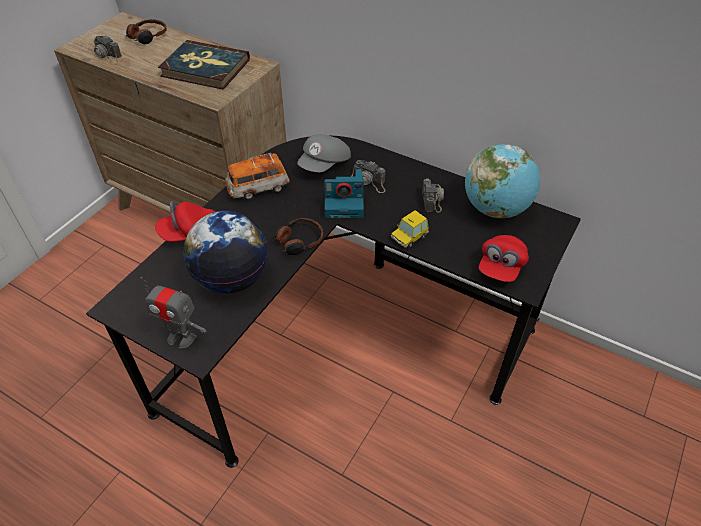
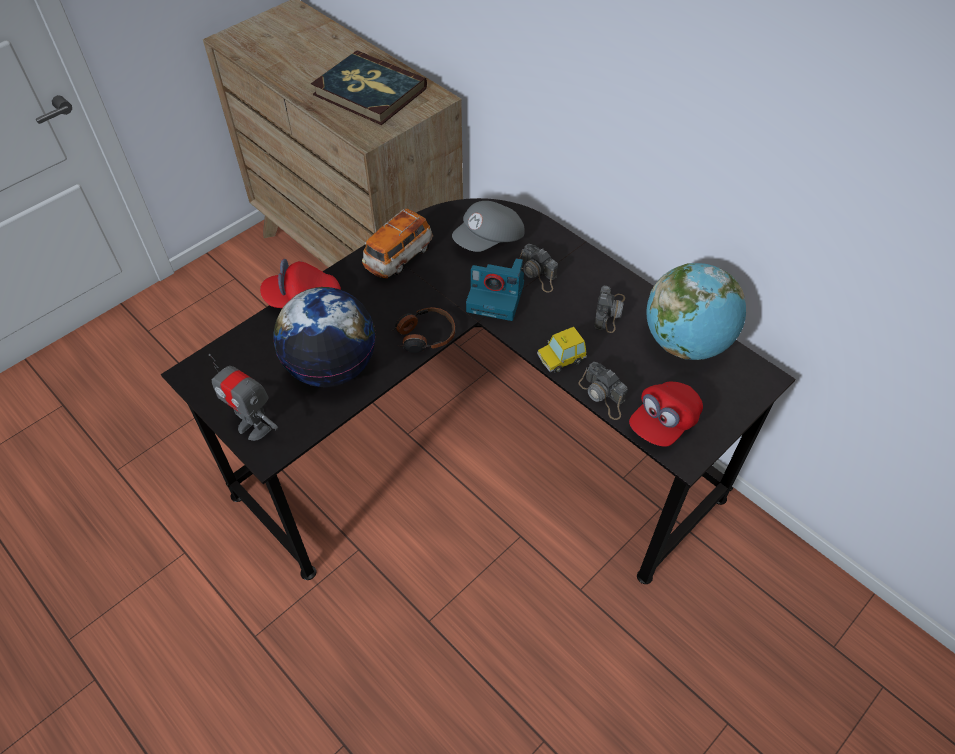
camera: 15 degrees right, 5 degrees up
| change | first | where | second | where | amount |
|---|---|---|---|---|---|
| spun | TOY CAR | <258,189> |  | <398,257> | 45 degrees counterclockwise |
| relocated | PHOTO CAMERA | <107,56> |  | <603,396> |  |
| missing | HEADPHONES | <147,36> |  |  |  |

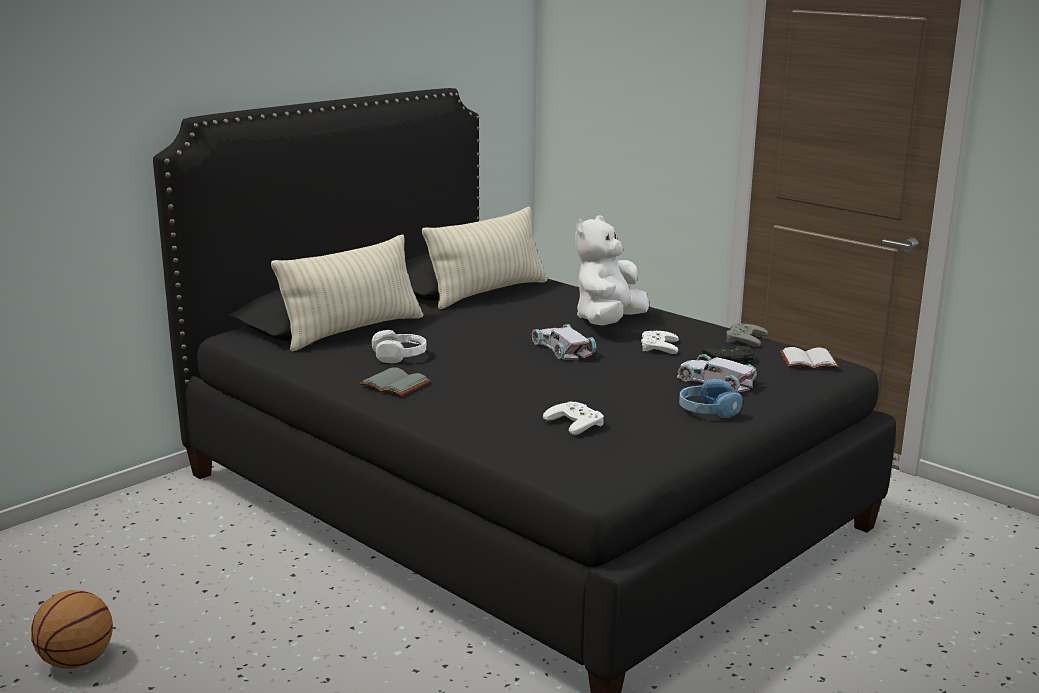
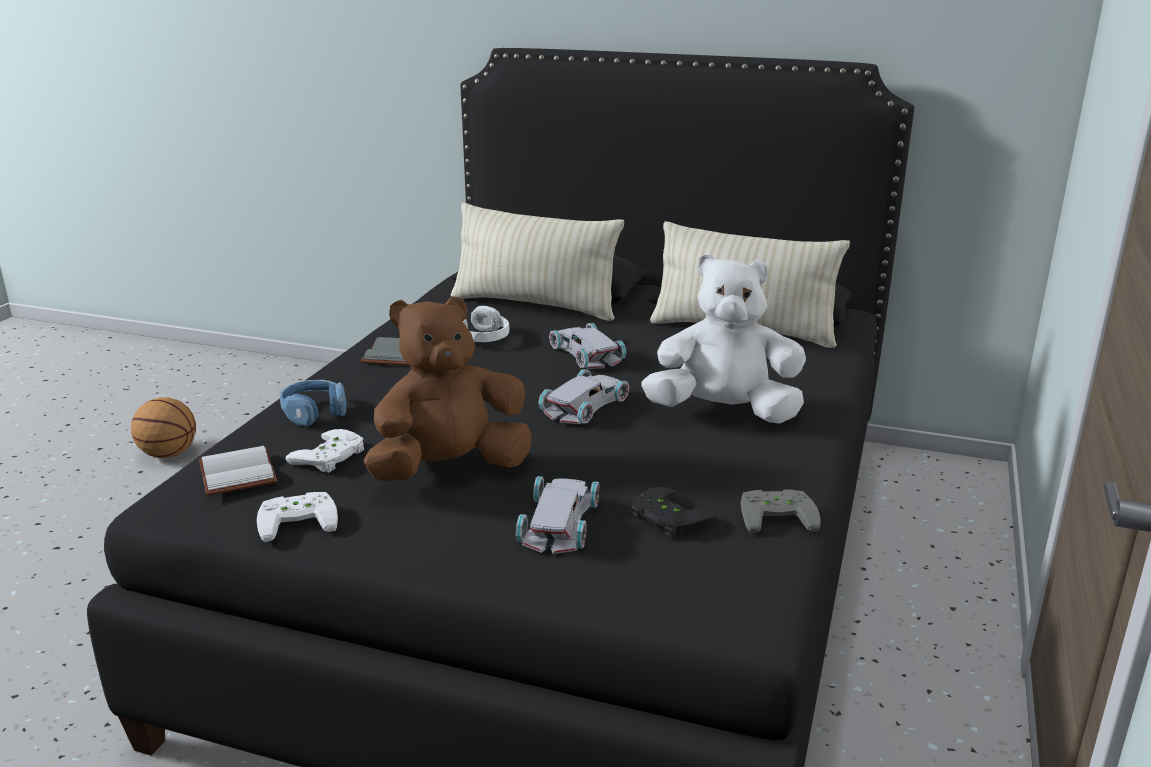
camera: 65 degrees right, 5 degrees up
| change | first | where | second | where | amount |
|---|---|---|---|---|---|
| relocated | WHITE BOOK | <808,362> |  | <235,473> |  |
| relocated | WHITE GAME CONTROLLER | <656,346> |  | <298,519> |  |
| relocated | BLUE HEADPHONES | <708,410> |  | <314,412> |  |
| appeared |  |  | BROWN PLUSH TOY | <449,469> |  |
| appeared |  |  | WHITE TOY CAR | <587,353> |  |

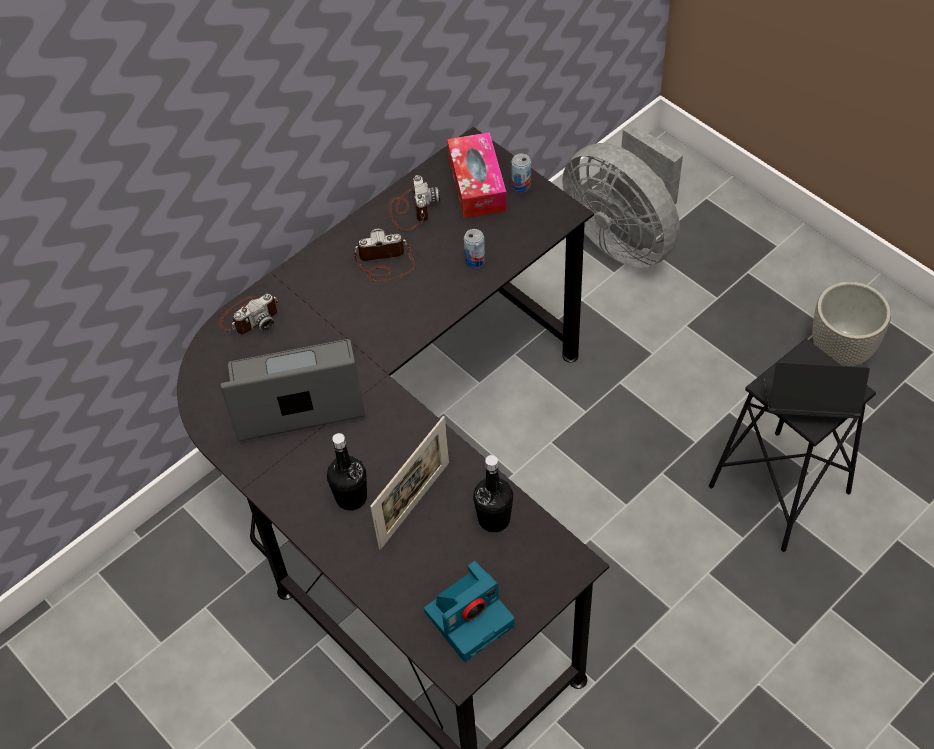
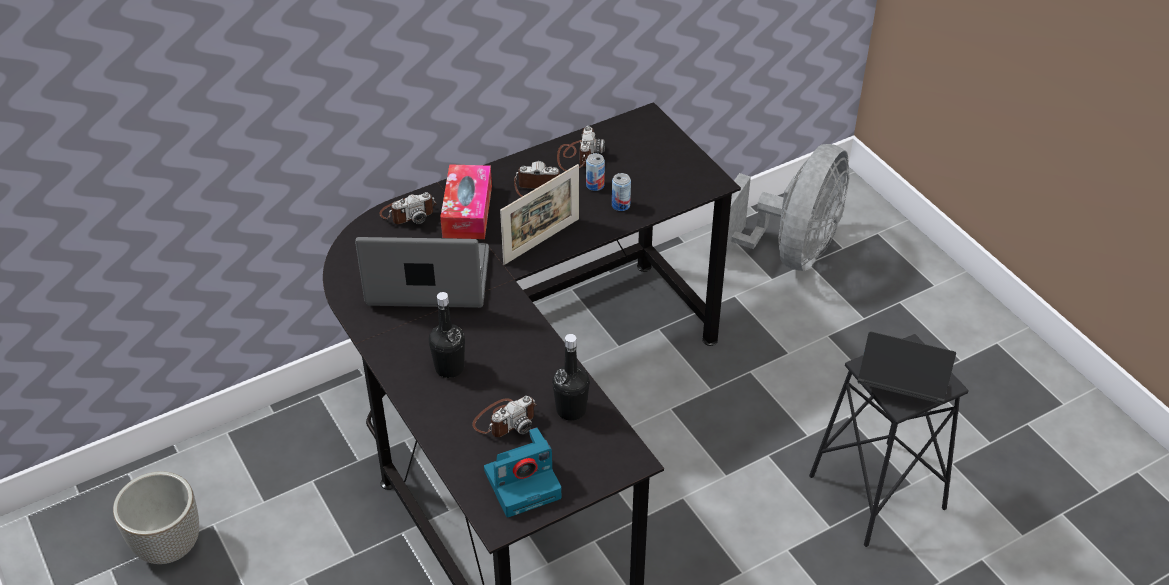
camera: 10 degrees right, 10 degrees down
| change | first | where | second | where | amount |
|---|---|---|---|---|---|
| relocated | PLANTER | <841,351> |  | <169,547> |  |
| relocated | TISSUE BOX | <477,184> |  | <467,211> |  |
| appeared |  |  | PHOTO CAMERA | <505,420> |  |
| relocated | PICTURE FRAME | <414,505> |  | <541,241> |  |
| relocated | CAN | <521,185> |  | <595,185> |  |
| spun | GREY FAN | <624,238> |  | <789,252> | 120 degrees counterclockwise |

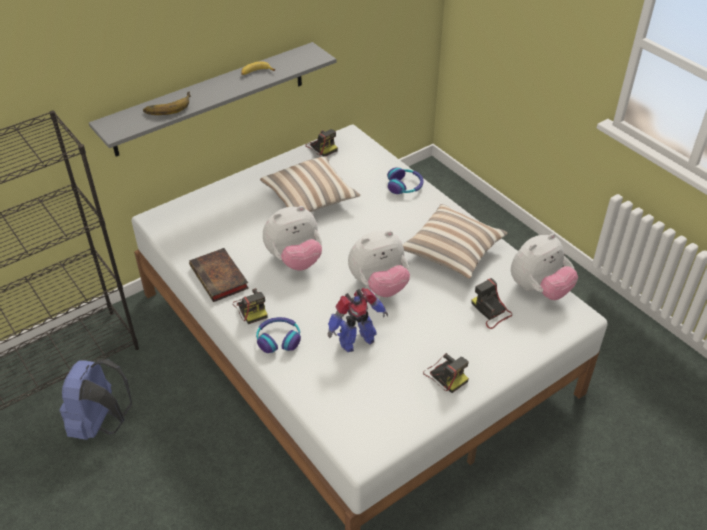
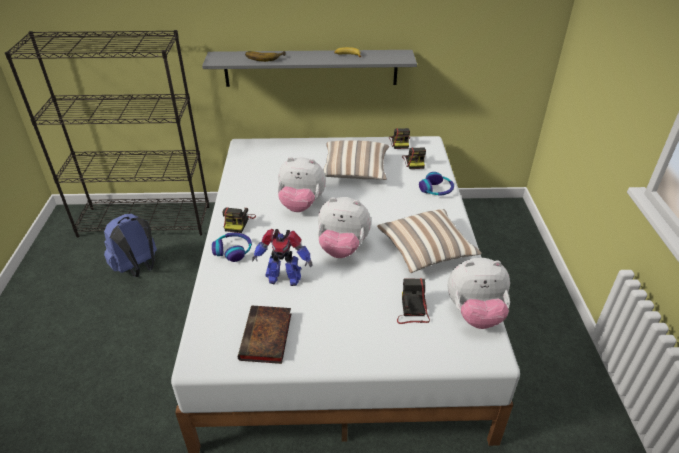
camera: 35 degrees right, 5 degrees down
| change | first | where | second | where | amount |
|---|---|---|---|---|---|
| relocated | BOOK | <220,278> |  | <266,338> |  |
| relocated | PHOTO CAMERA | <445,375> |  | <414,161> |  |

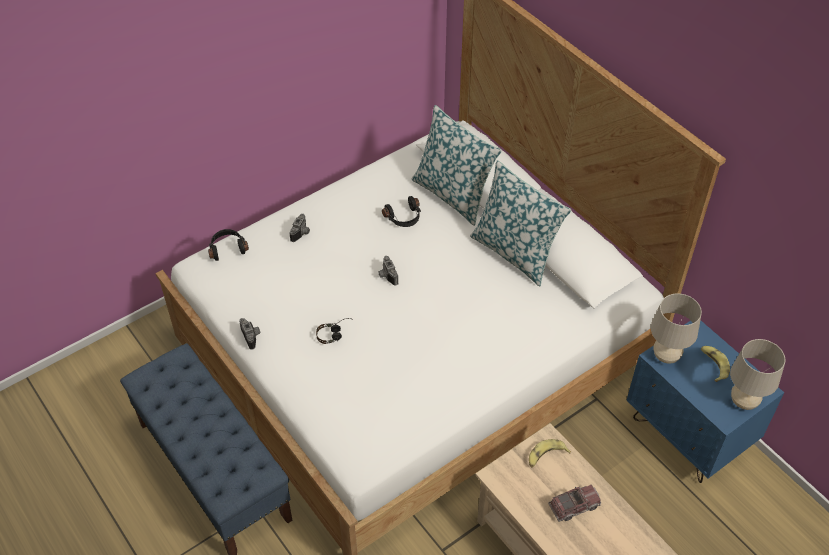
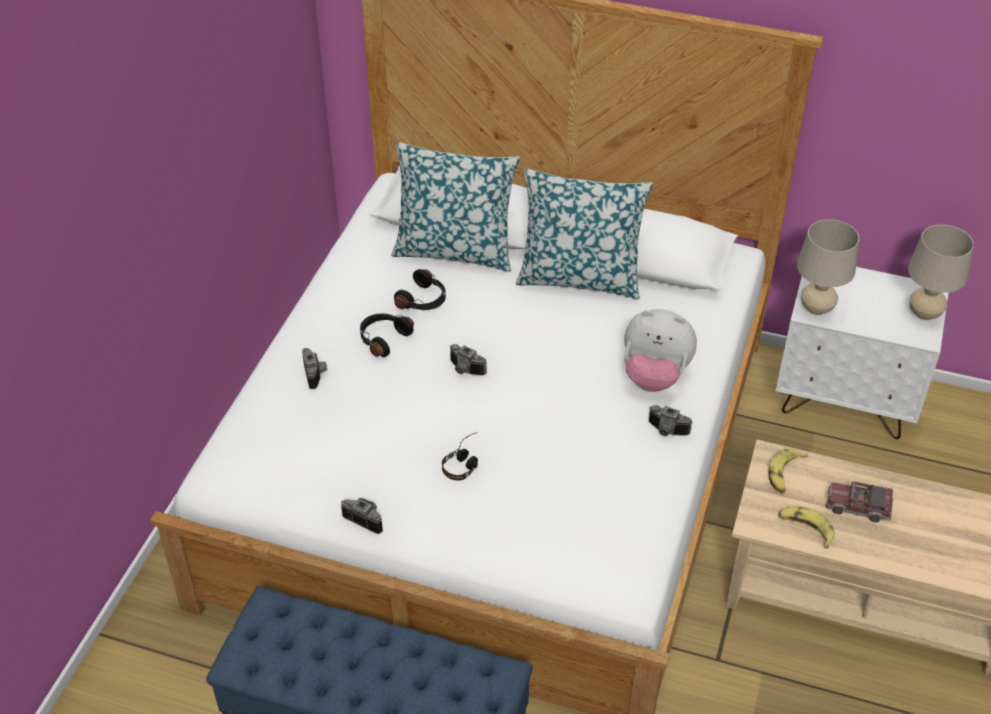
camera: 35 degrees left, 5 degrees down
| change | first | where | second | where | amount |
|---|---|---|---|---|---|
| relocated | BLACK HEADPHONES | <227,248> |  | <383,339> |  |
| appeared |  |  | PLUSH TOY | <654,376> |  |
| appeared |  |  | PHOTO CAMERA | <666,431> |  |
| colour | BLUE NIGHTSTAND | <688,435> | WHITE NIGHTSTAND | <845,400> |  |
| relocated | BANANA | <713,365> |  | <805,528> |  |
| spun | TOY TRUCK | <574,506> |  | <858,507> | 105 degrees counterclockwise |

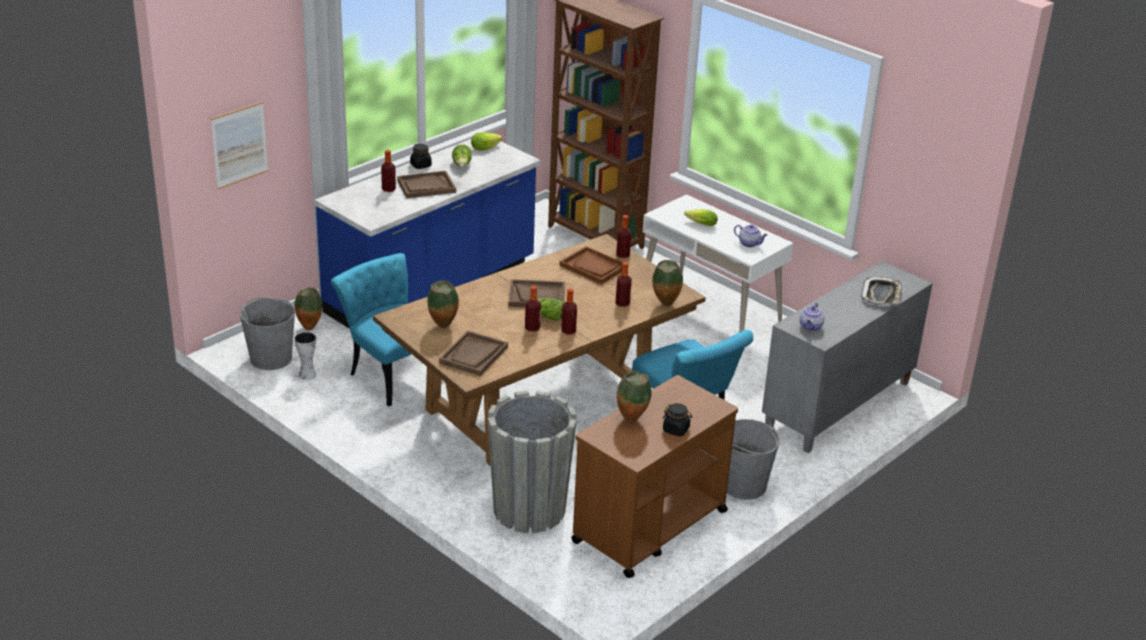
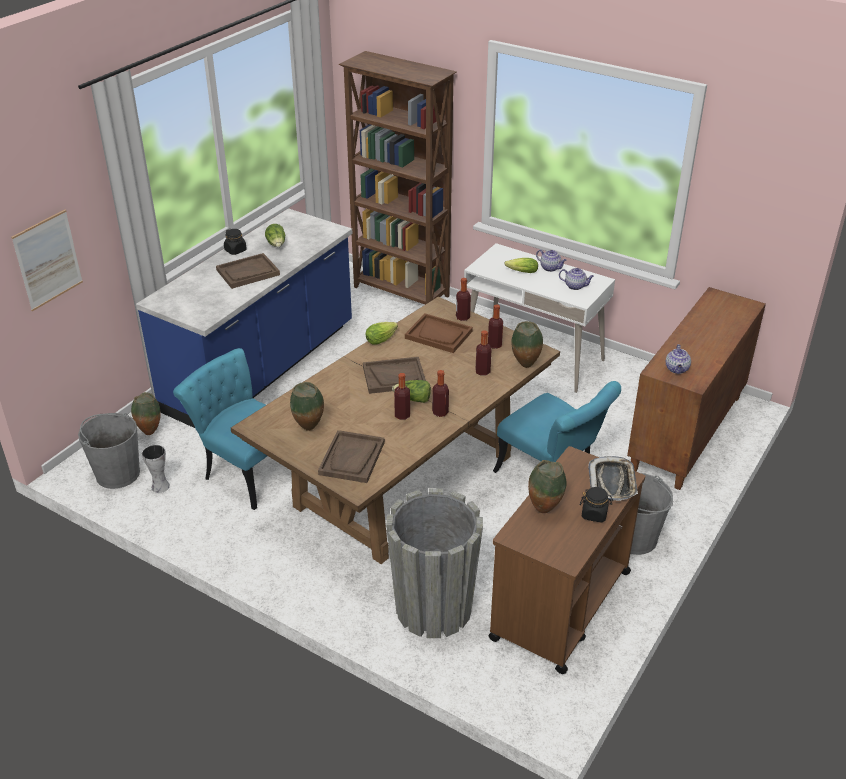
camera: 10 degrees left, 5 degrees up
| change | first | where | second | where | amount |
|---|---|---|---|---|---|
| relocated | LETTUCE | <487,147> |  | <382,339> |  |
| relocated | BOTTLE | <388,189> |  | <494,345> |  |
| appeared |  |  | TEAPOT | <550,268> |  |
| relocated | TRAY | <881,295> |  | <612,482> |  |
| colour | GREY CABINET | <838,406> | BROWN CABINET | <687,434> |  |

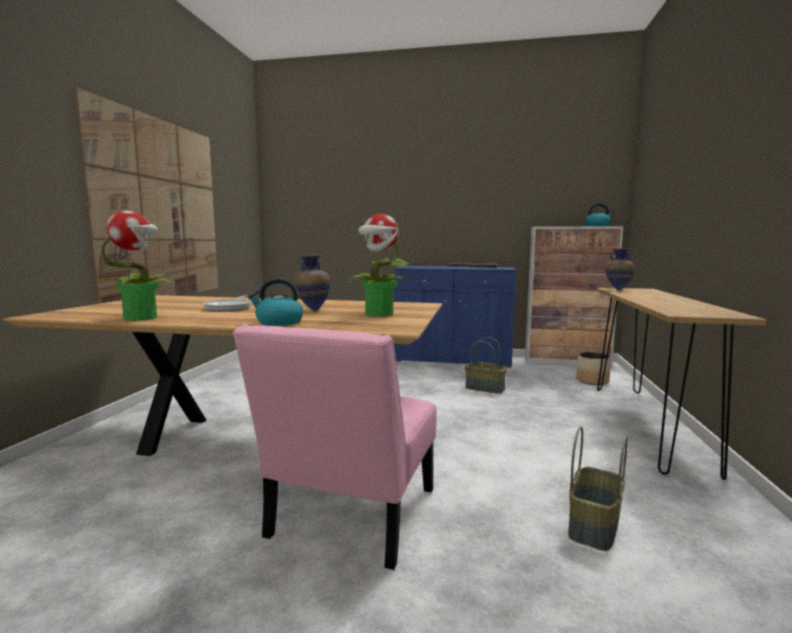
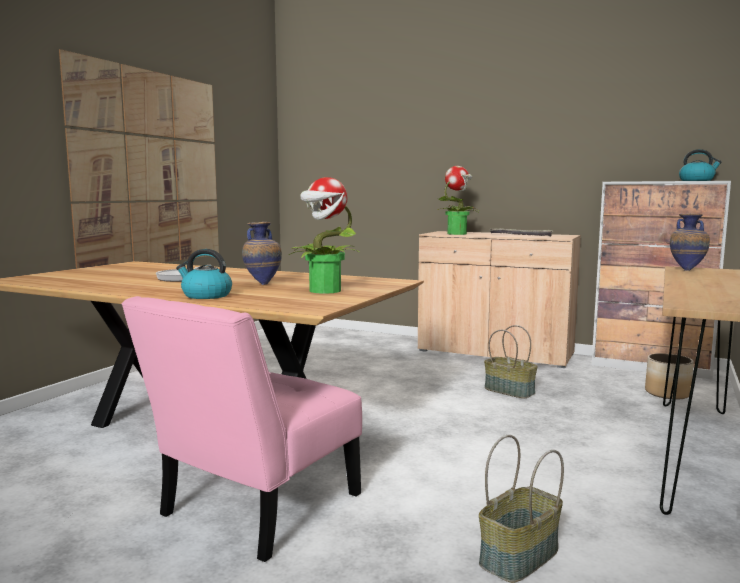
camera: 15 degrees right, 0 degrees up
| change | first | where | second | where | amount |
|---|---|---|---|---|---|
| colour | BLUE CABINET | <452,359> | BEIGE CABINET | <495,353> |  |
| relocated | POTTED PLANT | <141,318> |  | <457,234> |  |

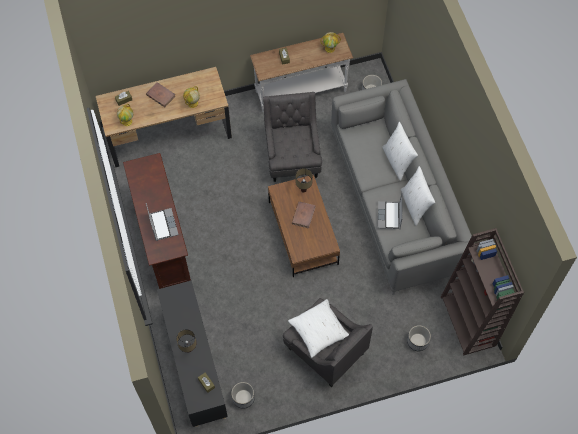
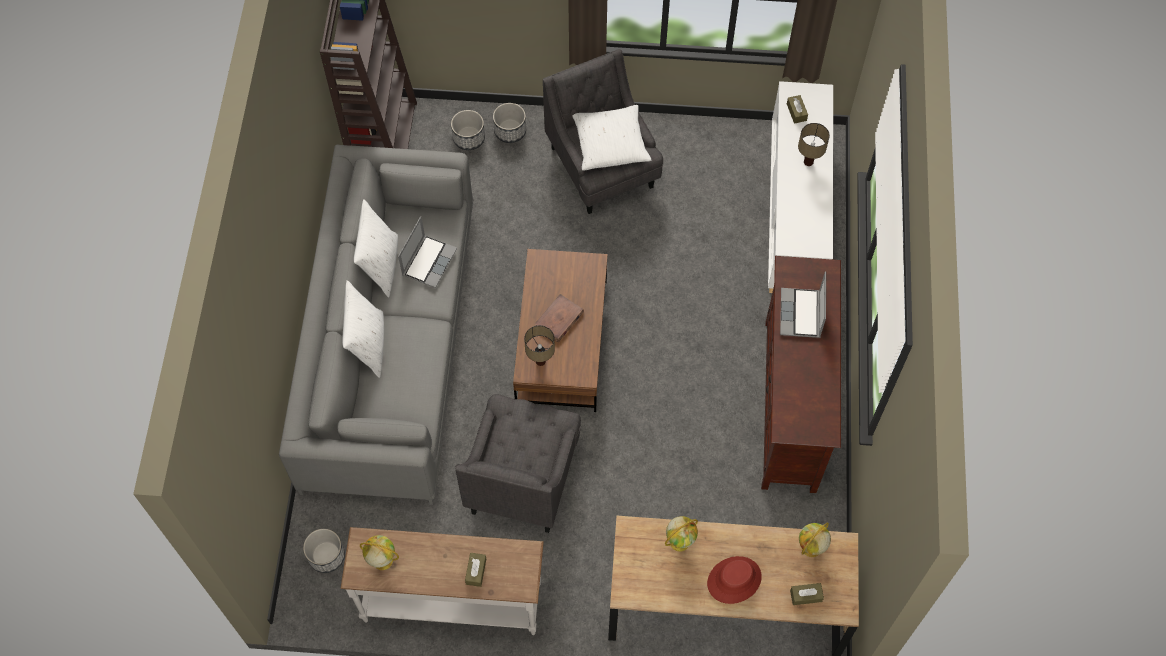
camera: 160 degrees left, 0 degrees up
| change | first | where | second | where | amount |
|---|---|---|---|---|---|
| relocated | PLANTER | <243,398> |  | <510,131> |  |
| exchanged | BROWN BOOK | <160,95> | RED HAT | <734,580> |  |
| colour | BLACK CABINET | <194,363> | WHITE CABINET | <794,212> |  |

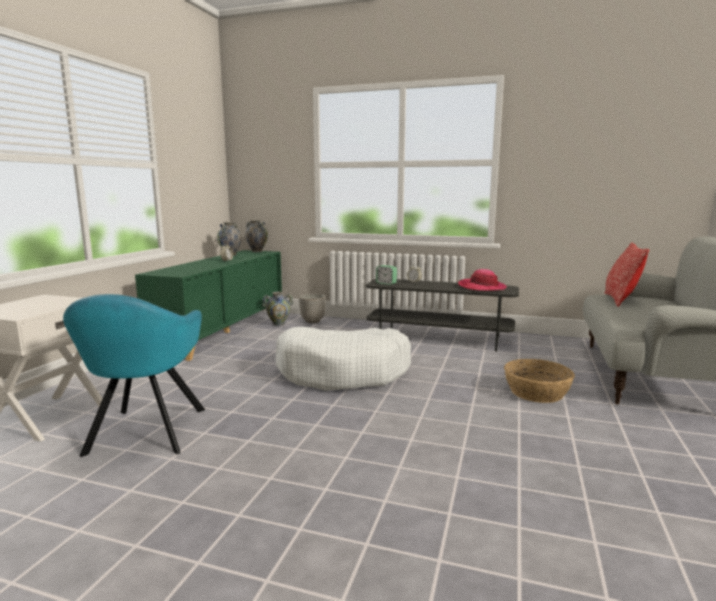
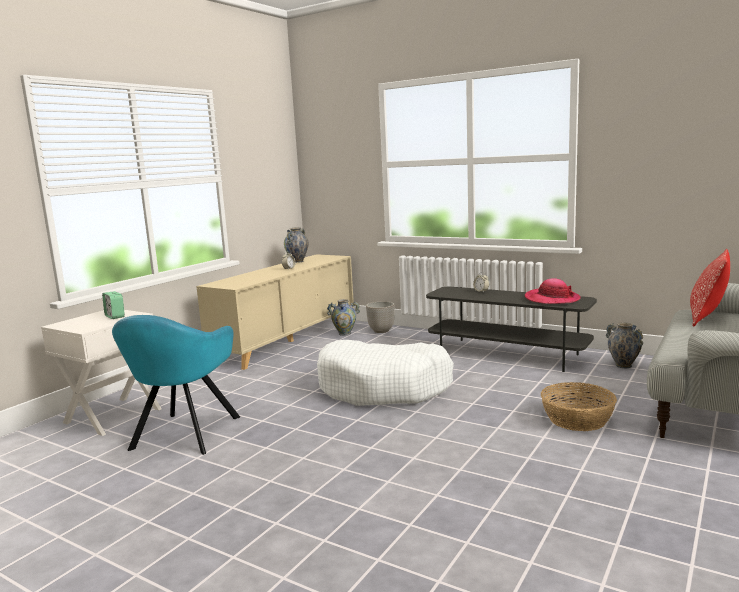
camera: 15 degrees right, 0 degrees up
| change | first | where | second | where | amount |
|---|---|---|---|---|---|
| relocated | ALARM CLOCK | <386,283> |  | <115,316> |  |
| colour | GREEN CABINET | <223,331> | BEIGE CABINET | <287,340> |  |
| relocated | VASE | <257,251> |  | <623,365> |  |

